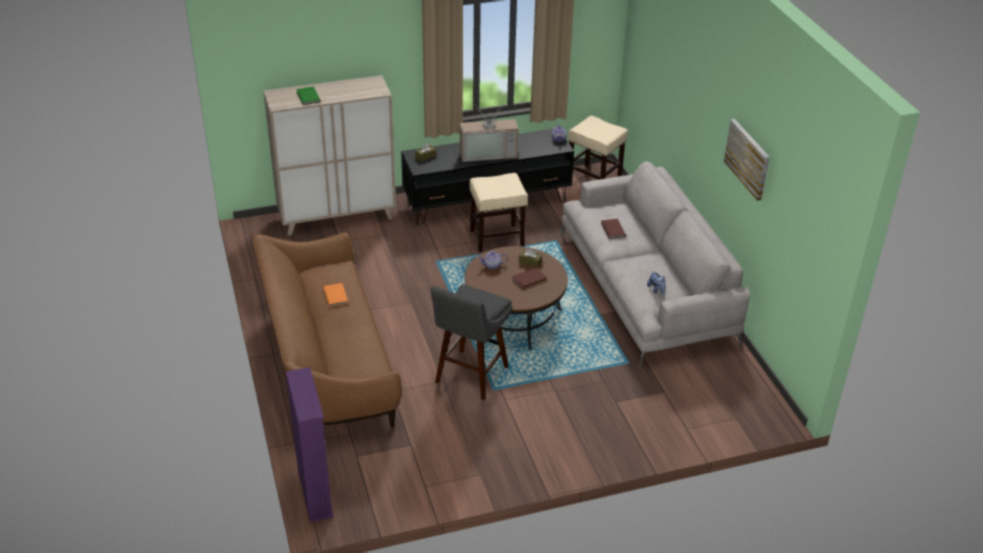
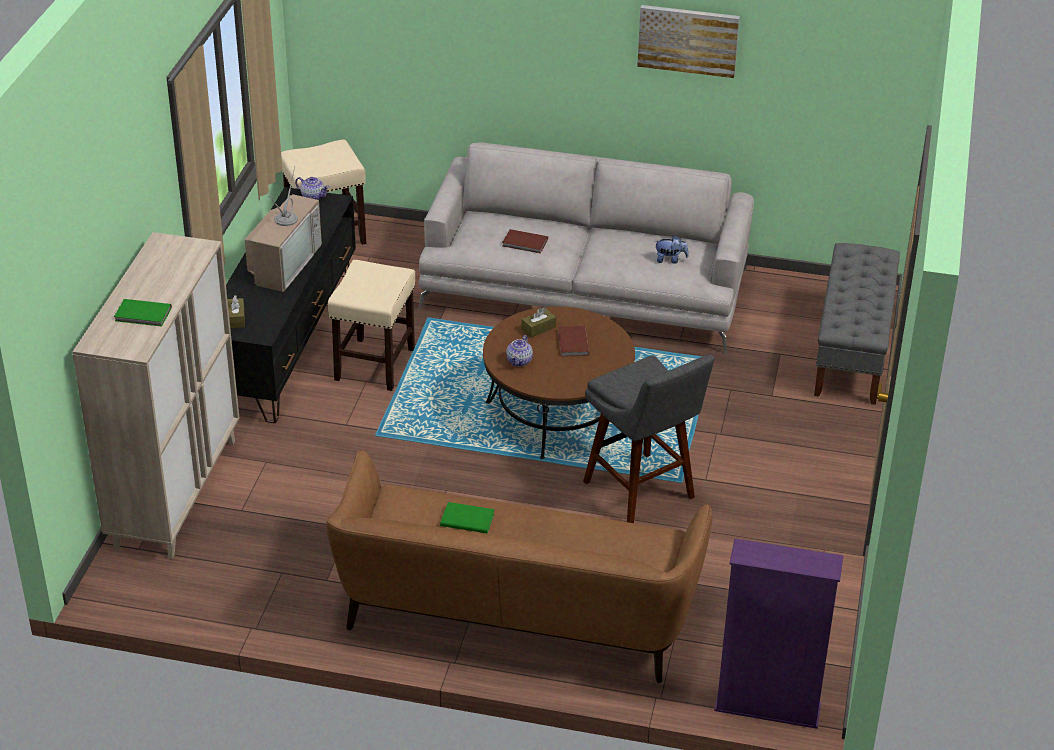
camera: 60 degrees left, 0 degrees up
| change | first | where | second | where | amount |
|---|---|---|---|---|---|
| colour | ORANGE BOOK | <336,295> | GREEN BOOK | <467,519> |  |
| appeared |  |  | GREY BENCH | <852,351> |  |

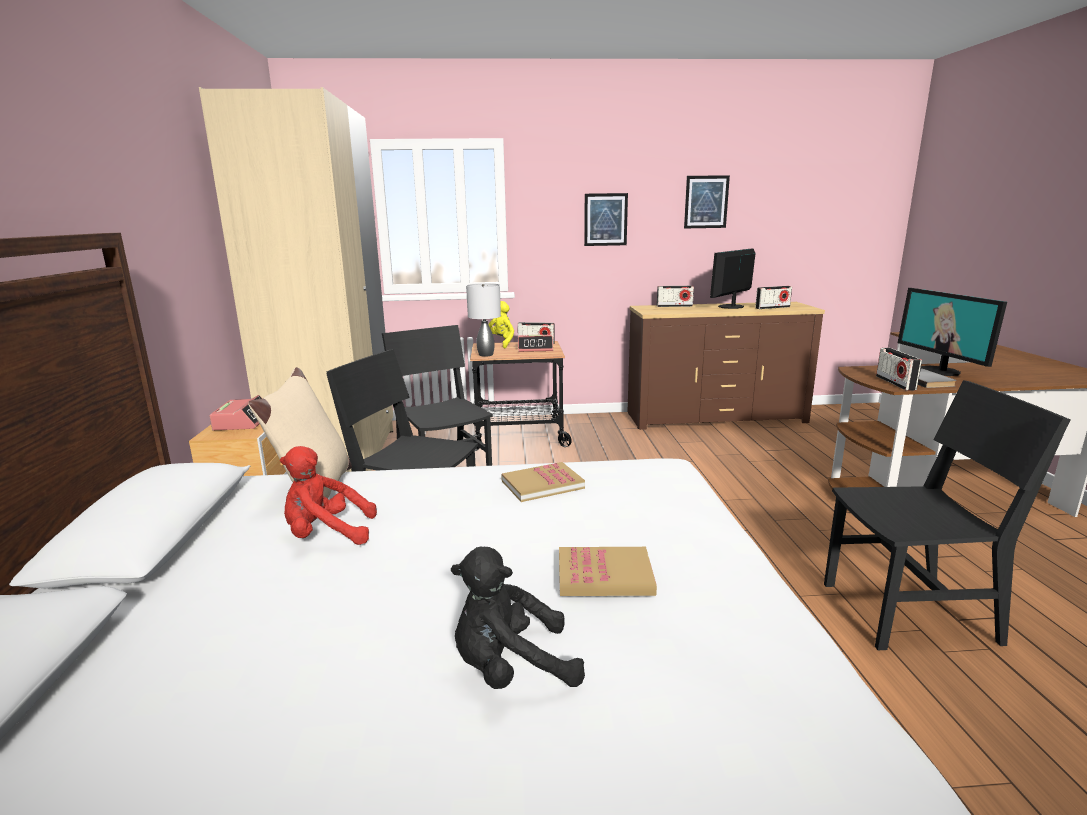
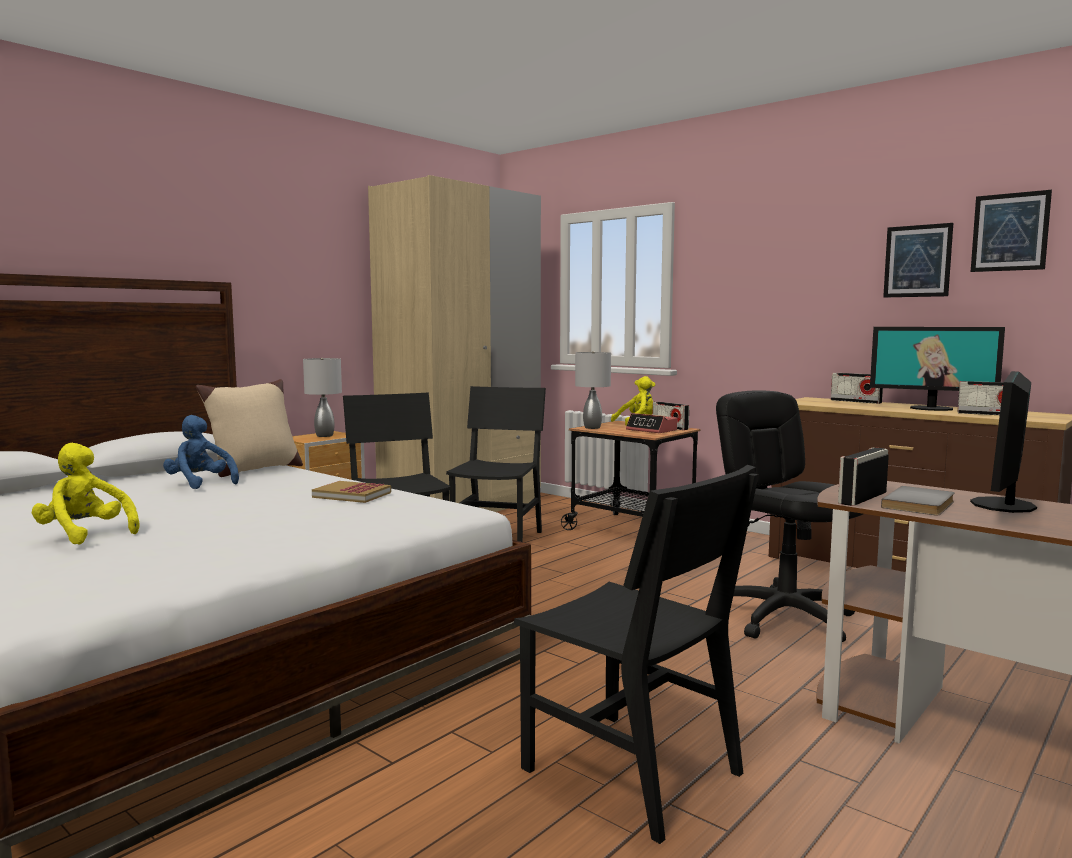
camera: 45 degrees right, 10 degrees down
| change | first | where | second | where | amount |
|---|---|---|---|---|---|
| colour | BLACK PLUSH TOY | <511,668> | YELLOW PLUSH TOY | <85,535> |  |
| colour | RED PLUSH TOY | <326,535> | BLUE PLUSH TOY | <200,484> |  |
| exchanged | ALARM CLOCK | <243,421> | GREY TABLE LAMP | <324,435> |  |
| appeared |  |  | BLACK OFFICE CHAIR | <785,618> |  |
| spun | MONITOR | <731,306> |  | <931,408> | 150 degrees counterclockwise |
| relocated | PICTURE | <605,219> |  | <1010,232> |  |
| missing | BOOK | <604,575> |  |  |  |

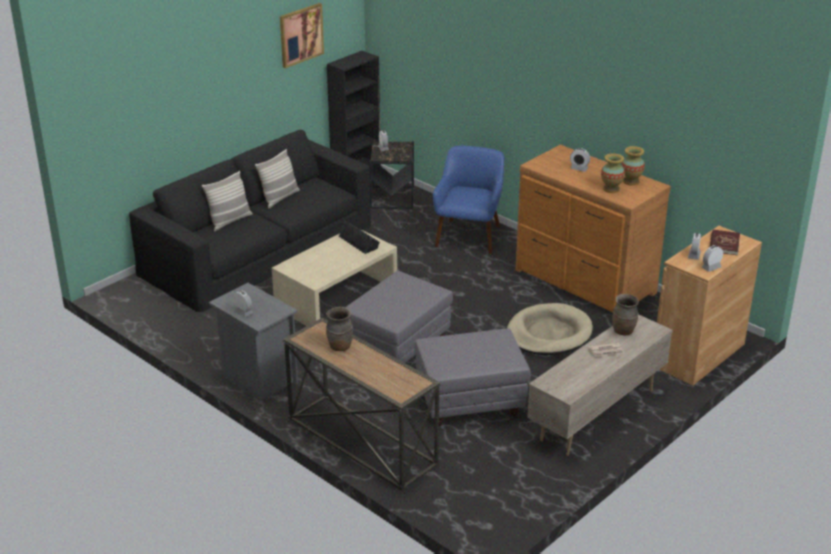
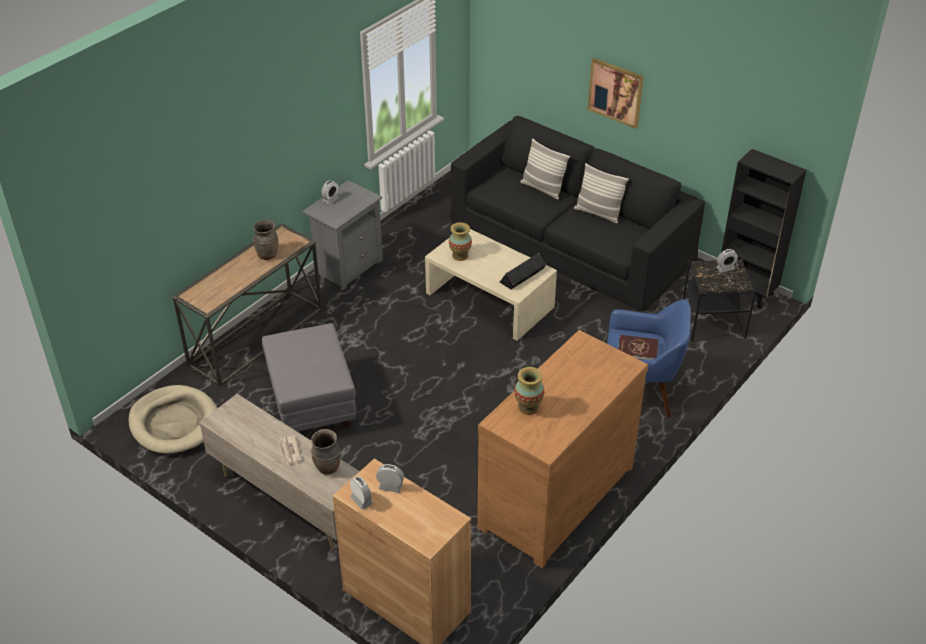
camera: 85 degrees right, 10 degrees up
| change | first | where | second | where | amount |
|---|---|---|---|---|---|
| relocated | BEIGE DOG BED | <548,333> |  | <174,423> |  |
| relocated | VASE | <631,181> |  | <460,255> |  |
| relocated | PICTURE | <301,35> |  | <616,92> |  |
| relocated | RED BOOK | <724,244> |  | <637,349> |  |
| missing | GREY OTTOMAN | <398,348> |  |  |  |
| missing | ALARM CLOCK | <579,168> |  |  |  |

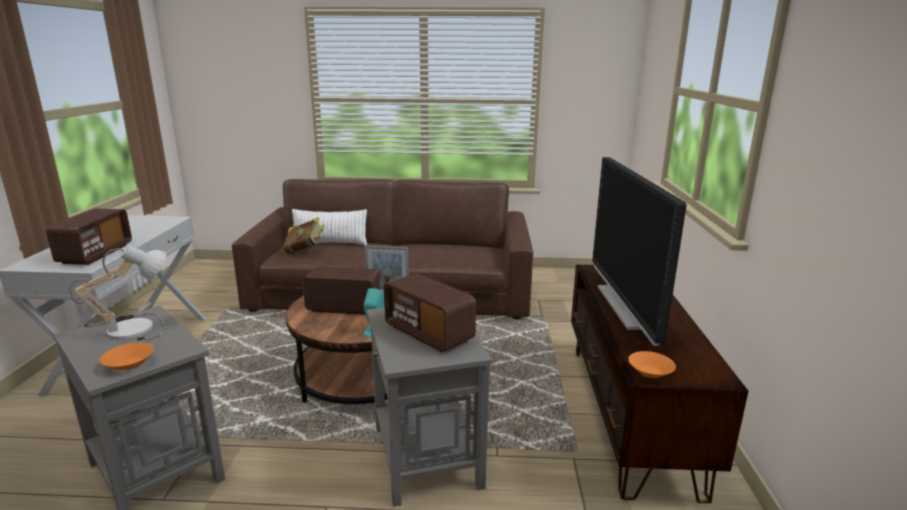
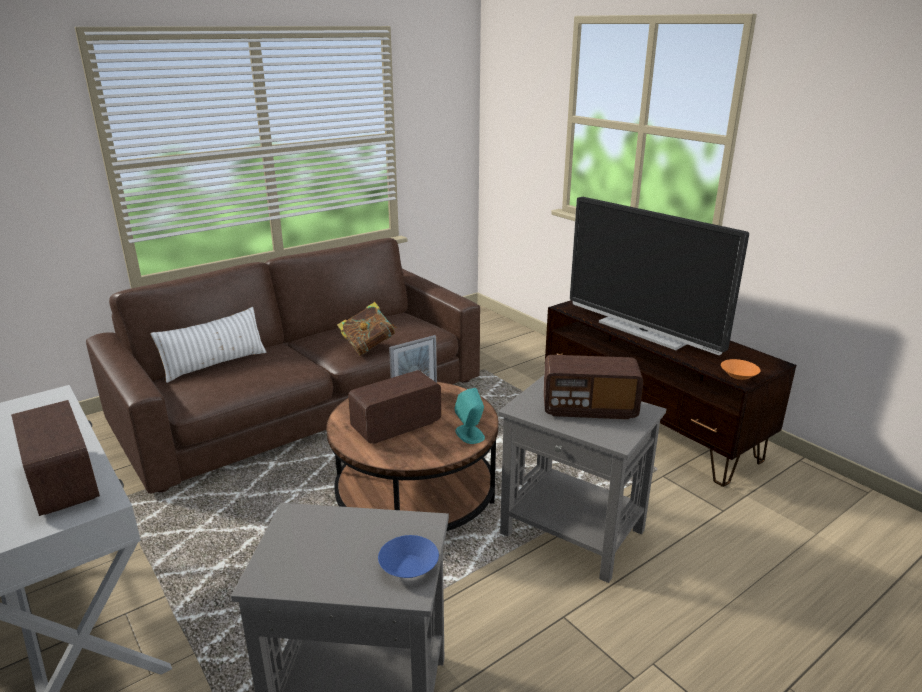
camera: 40 degrees left, 5 degrees up
| change | first | where | second | where | amount |
|---|---|---|---|---|---|
| relocated | BOOK | <305,251> |  | <368,347> |  |
| colour | ORANGE BOWL | <129,365> | BLUE BOWL | <409,567> |  |
| missing | TABLE LAMP | <133,327> |  |  |  |

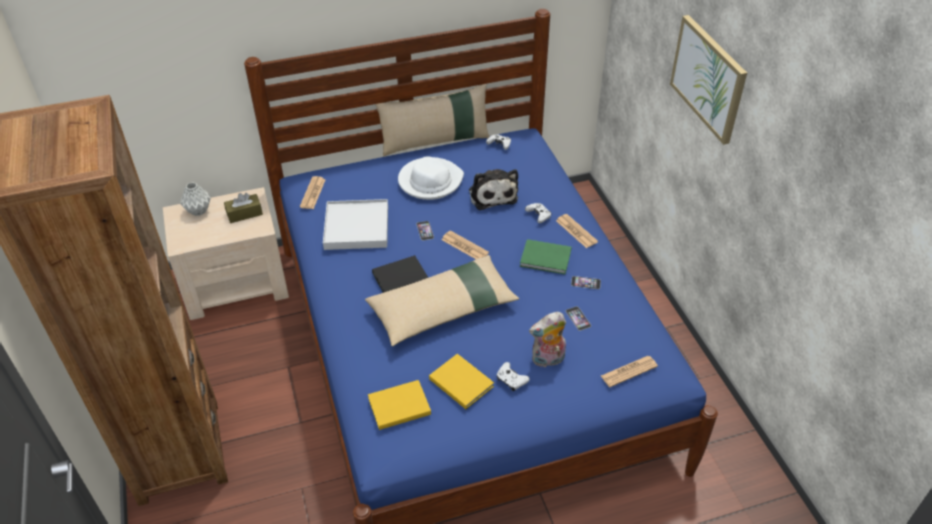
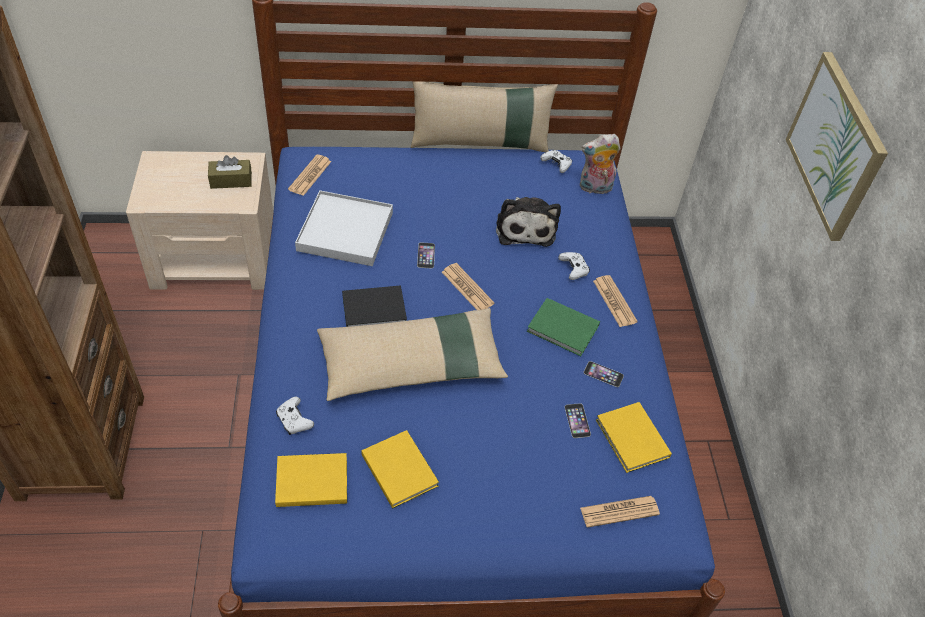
camera: 10 degrees right, 5 degrees up
| change | first | where | second | where | amount |
|---|---|---|---|---|---|
| relocated | WHITE GAME CONTROLLER | <511,380> |  | <294,420> |  |
| relocated | PLUSH TOY | <548,360> |  | <594,188> |  |
| appeared |  |  | YELLOW BOOK | <632,440> |  |
| missing | GREY VASE | <199,211> |  |  |  |
| missing | WHITE HAT | <430,181> |  |  |  |

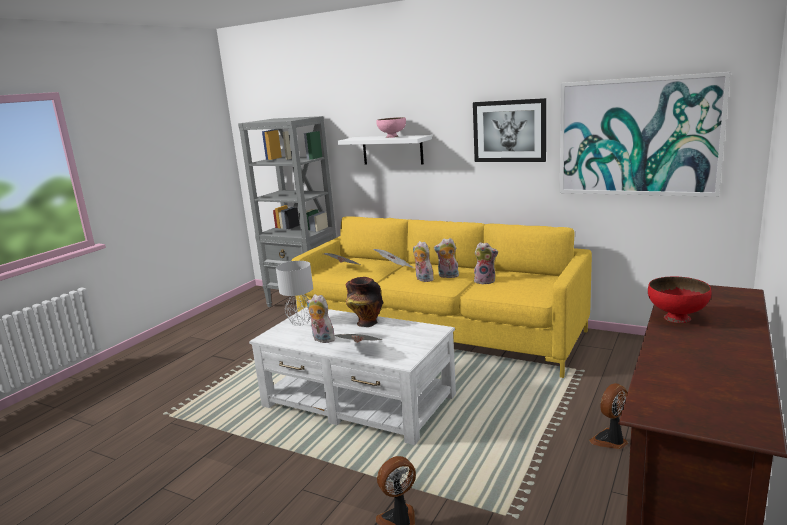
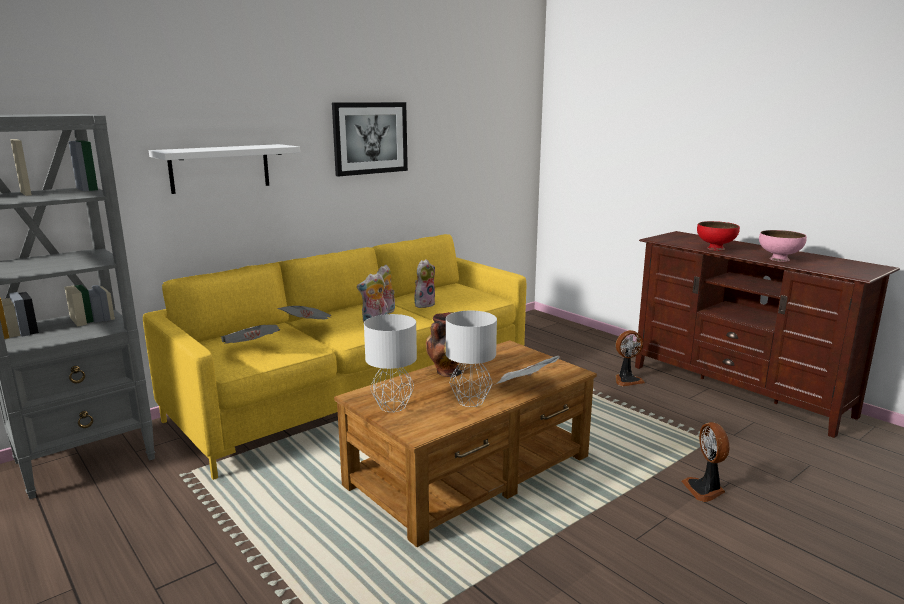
camera: 70 degrees left, 0 degrees up
| change | first | where | second | where | amount |
|---|---|---|---|---|---|
| colour | WHITE COFFEE TABLE | <358,401> | BROWN COFFEE TABLE | <471,471> |  |
| exchanged | PLUSH TOY | <321,339> | GREY TABLE LAMP | <470,401> |  |
| spun | FAN | <610,440> |  | <627,380> | 90 degrees counterclockwise |
| relocated | PINK BOWL | <392,137> |  | <779,259> |  |
| missing | PICTURE | <638,137> |  |  |  |

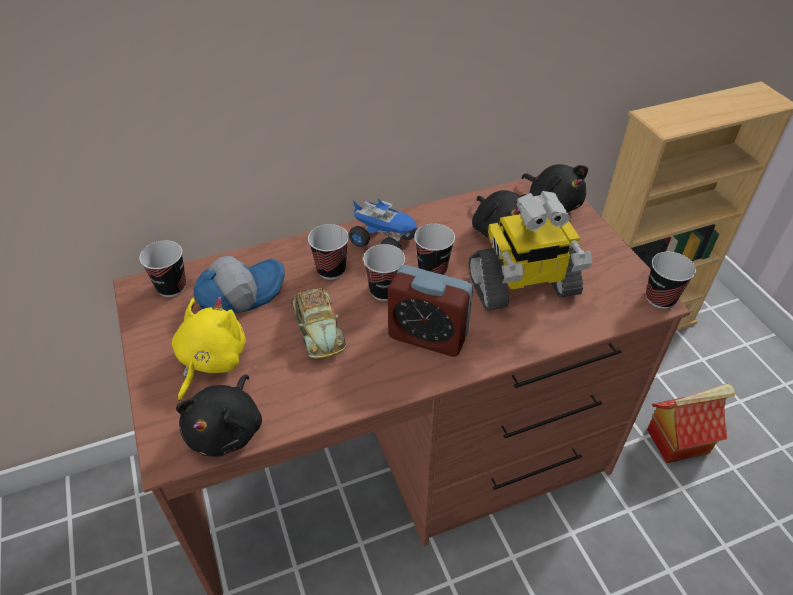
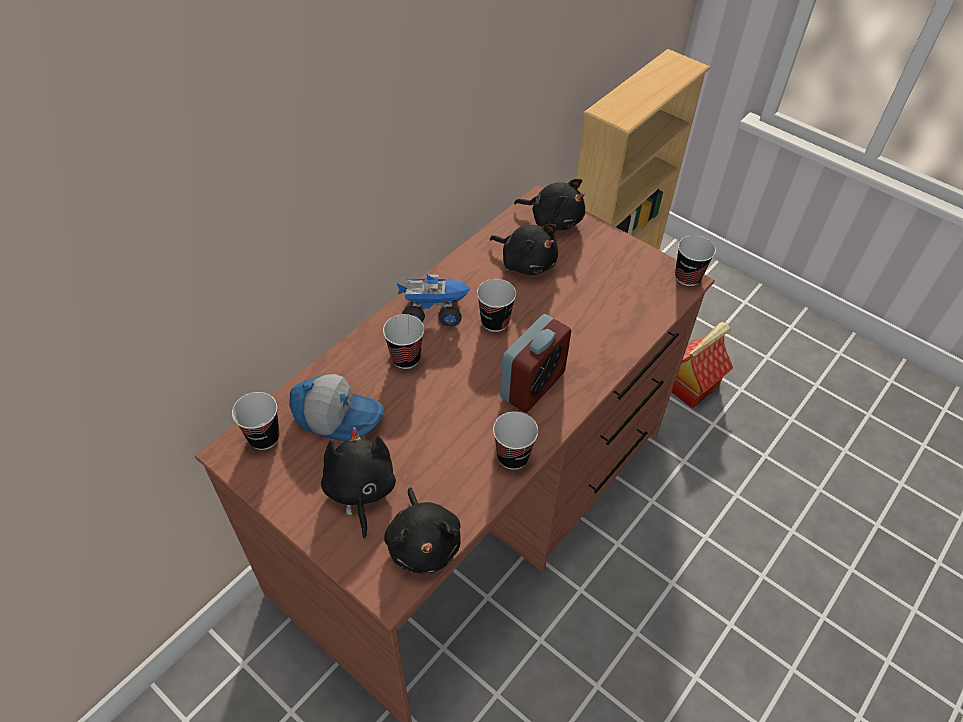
camera: 30 degrees left, 5 degrees up
| change | first | where | second | where | amount |
|---|---|---|---|---|---|
| spun | CAP | <241,293> |  | <338,415> | 75 degrees clockwise |
| colour | YELLOW PLUSH TOY | <210,361> | BLACK PLUSH TOY | <360,490> |  |
| relocated | CUP | <384,291> |  | <513,456> |  |
| spun | ALARM CLOCK | <427,336> |  | <532,385> | 45 degrees counterclockwise |
| missing | TOY CAR | <317,327> |  |  |  |
| missing | TOY ROBOT | <523,287> |  |  |  |

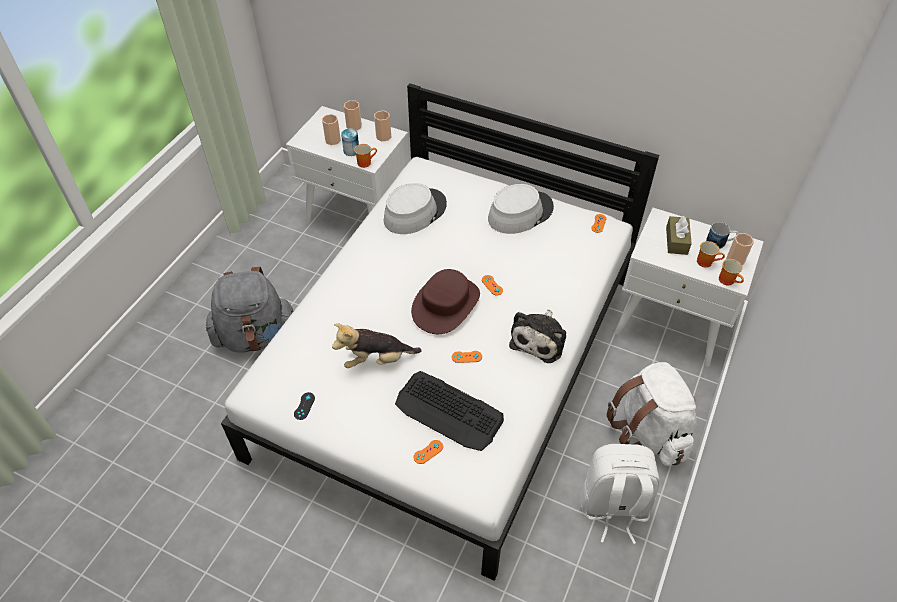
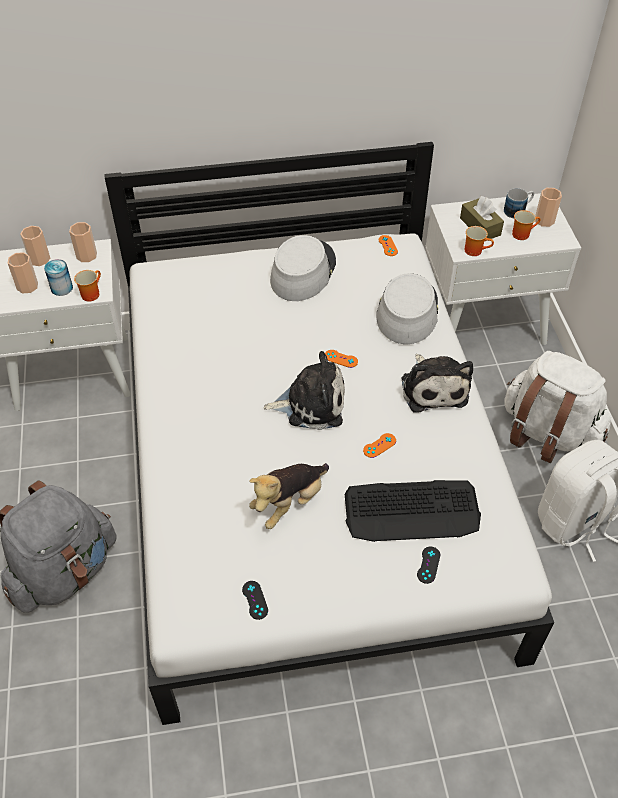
camera: 35 degrees left, 0 degrees up
| change | first | where | second | where | amount |
|---|---|---|---|---|---|
| exchanged | BROWN HAT | <445,304> | PLUSH TOY | <311,403> |  |
| relocated | GREY HAT | <414,212> |  | <407,311> |  |
| colour | ORANGE GAME CONTROLLER | <428,452> | BLACK GAME CONTROLLER | <428,565> |  |
| relocated | MUG | <728,280> |  | <475,250> |  |

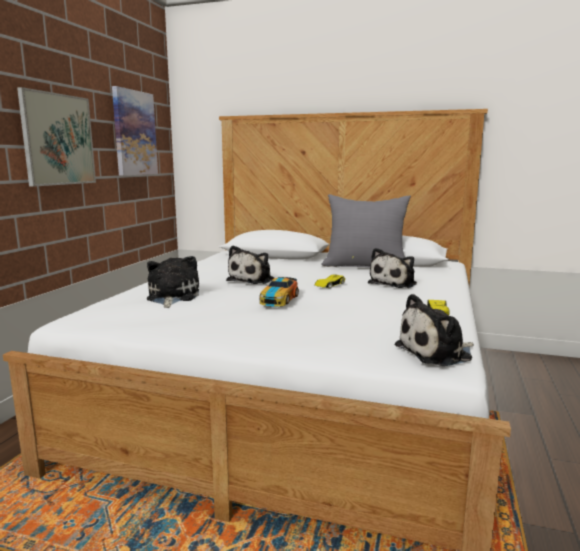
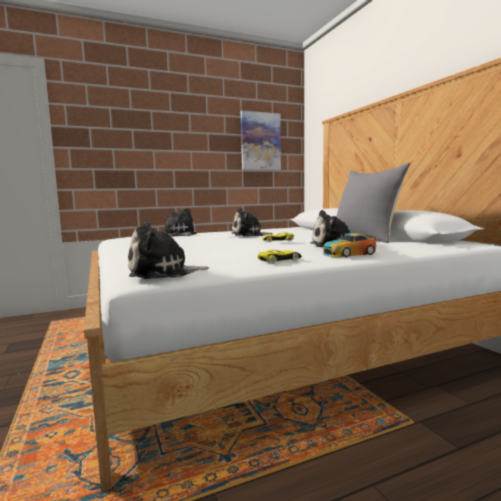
camera: 50 degrees right, 5 degrees down
| change | first | where | second | where | amount |
|---|---|---|---|---|---|
| spun | PLUSH TOY | <437,352> |  | <163,273> | 45 degrees counterclockwise |
| relocated | TOY CAR | <279,299> |  | <348,254> |  |
| missing | PICTURE | <58,139> |  |  |  |

